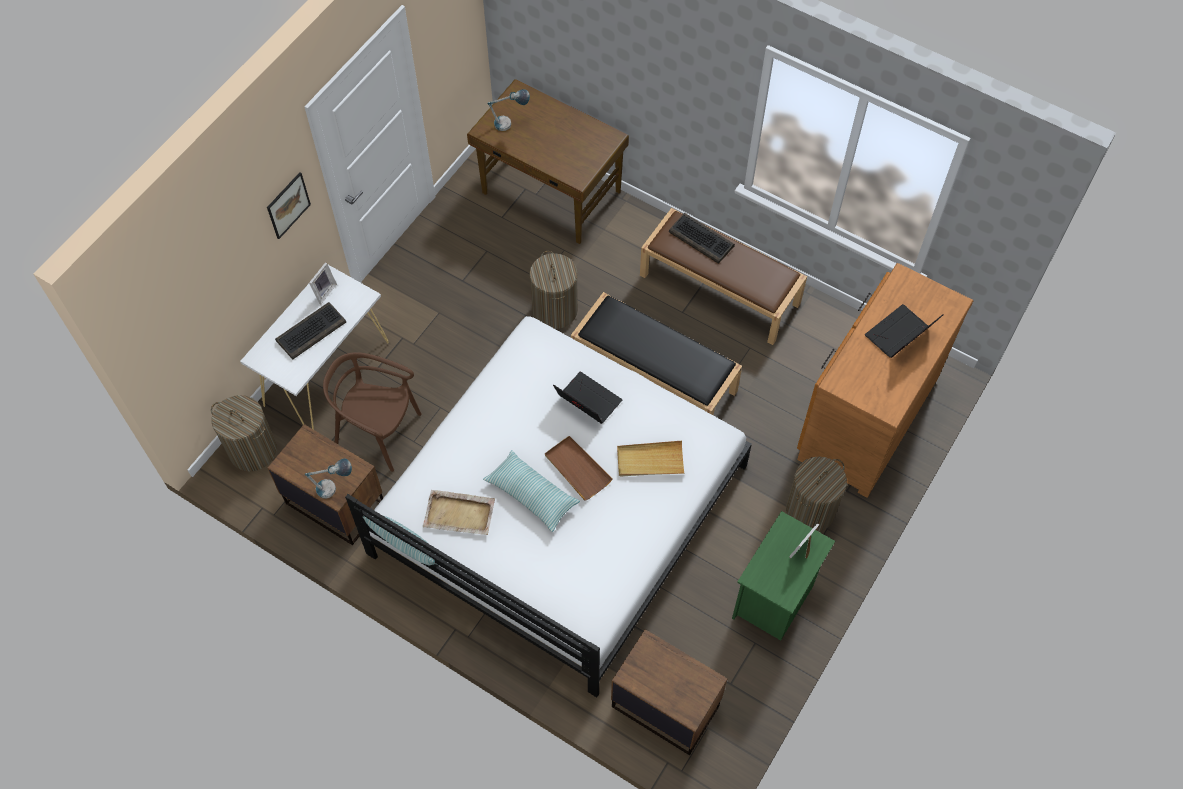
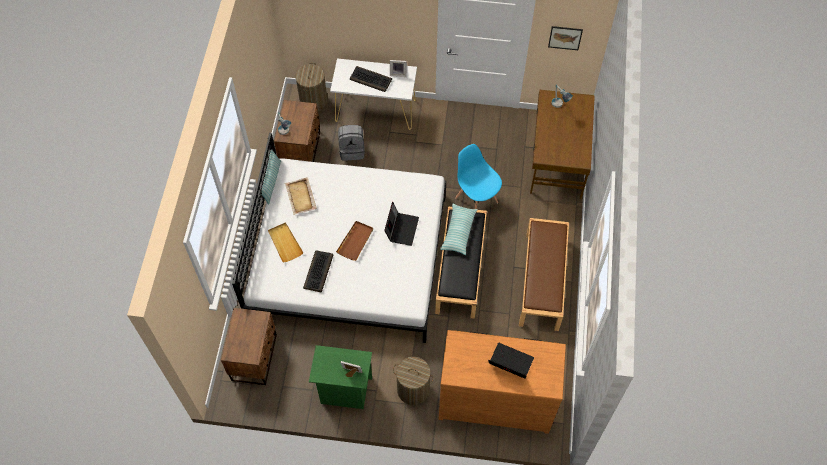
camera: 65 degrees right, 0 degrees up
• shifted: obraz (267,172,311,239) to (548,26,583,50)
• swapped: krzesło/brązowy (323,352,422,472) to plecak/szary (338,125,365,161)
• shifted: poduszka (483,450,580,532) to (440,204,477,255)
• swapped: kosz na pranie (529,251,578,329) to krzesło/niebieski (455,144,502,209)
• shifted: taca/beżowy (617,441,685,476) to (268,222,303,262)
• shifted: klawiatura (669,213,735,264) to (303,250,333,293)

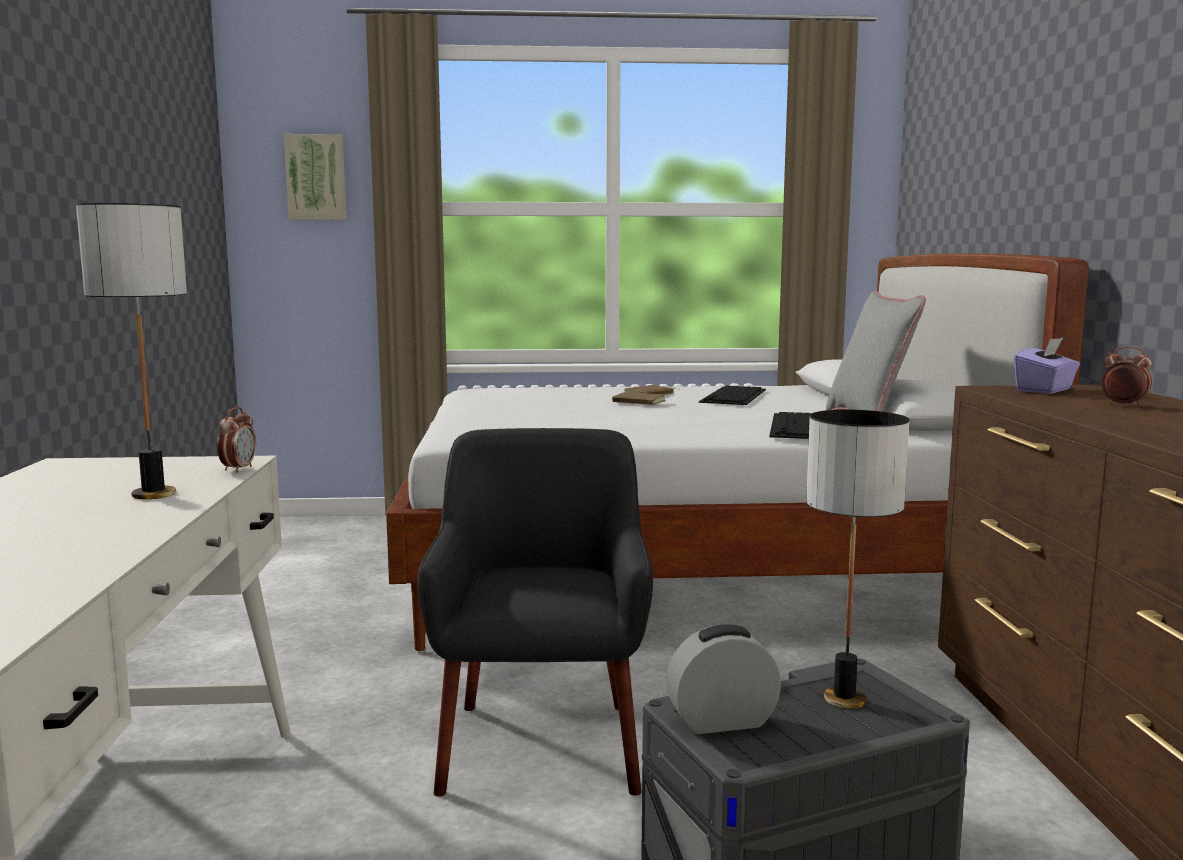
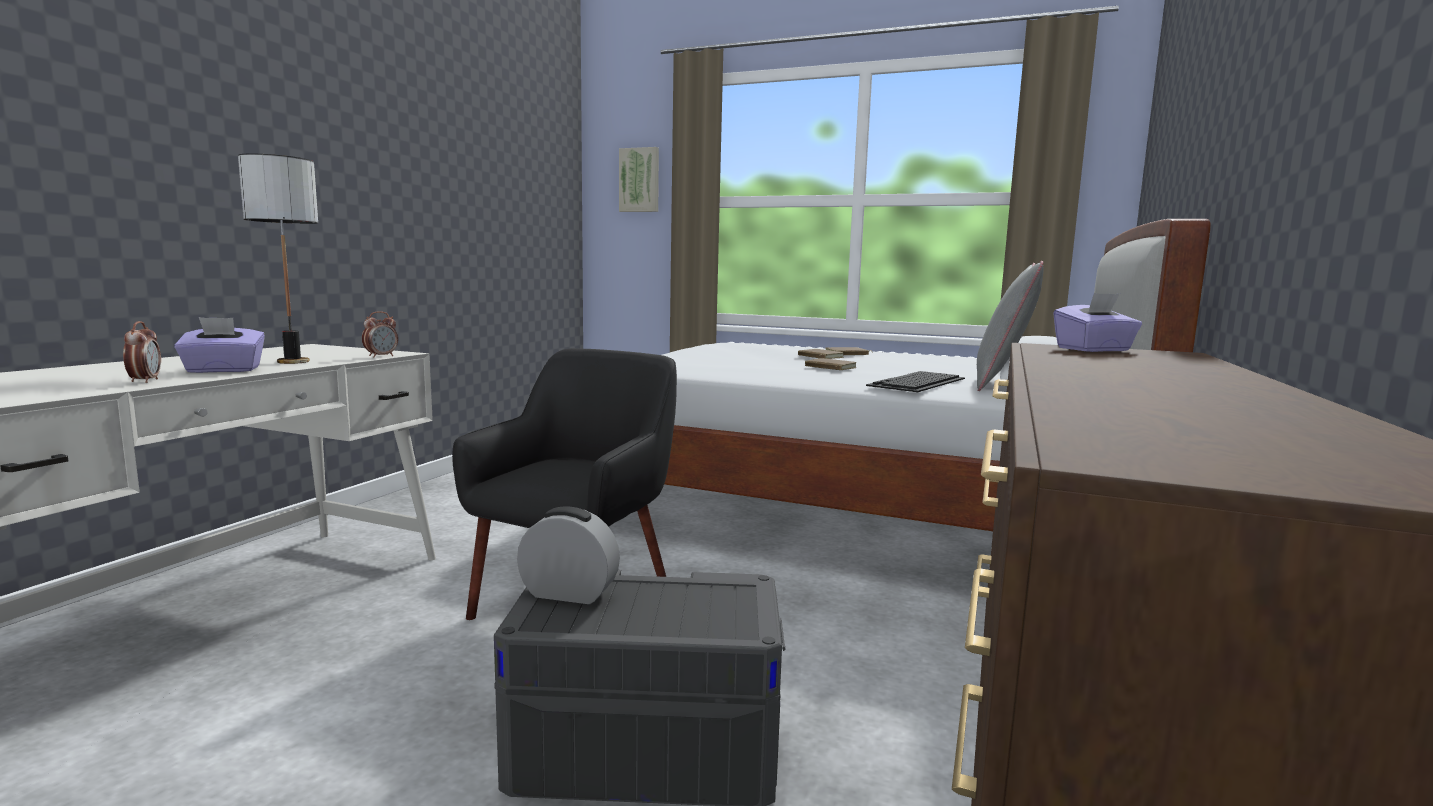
camera: 25 degrees right, 0 degrees up
• gone: klawiatura (699,386,766,405)
• gone: lampa stołowa (806,410,909,709)
• shifted: budzik (1102,346,1152,406) to (123,321,161,383)
• new: pudełko chusteczek/fioletowy (174,317,265,373)
• new: książka/brązowy (805,358,857,370)

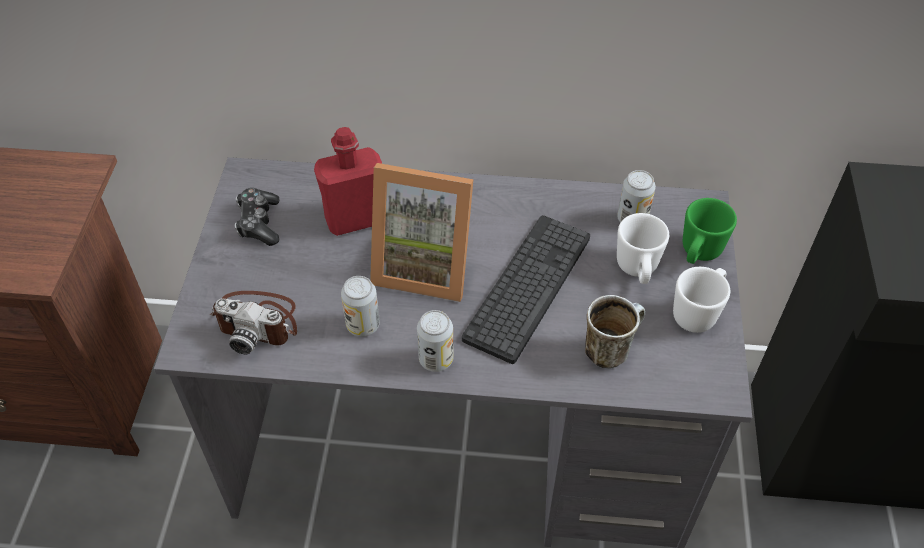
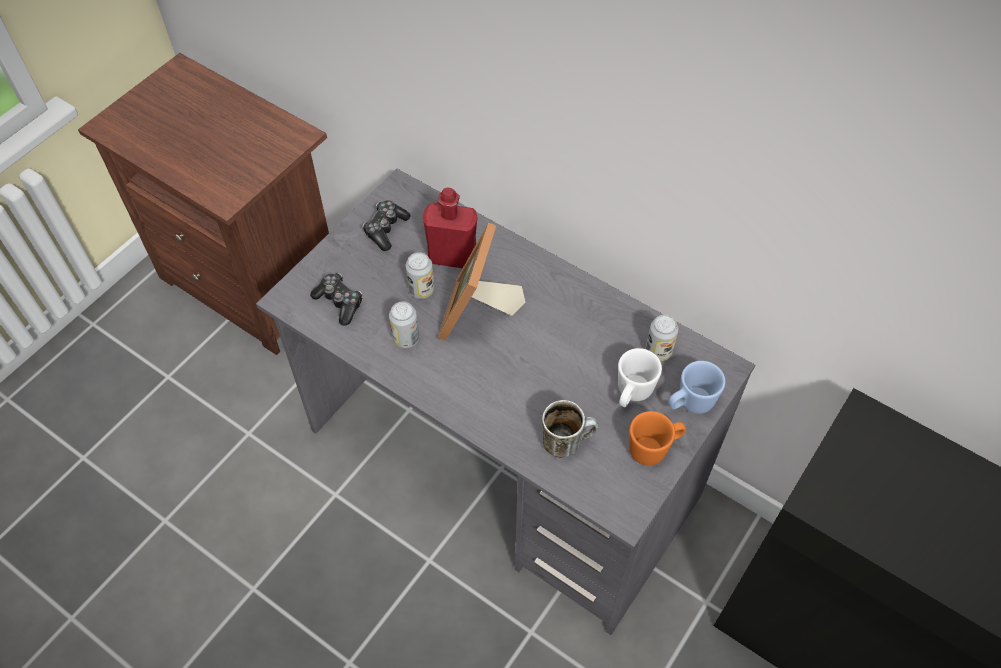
camera: 30 degrees right, 5 degrees up
• swapped: aparat fotograficzny (209,291,297,355) to pad do gier (310,273,362,326)
• rotated: ramka na zdjęcie (370,163,473,302) = (438,222,526,341) 60 degrees clockwise
• shifted: puszka (417,310,453,372) to (406,252,434,299)
• gone: klawiatura (462,215,590,364)
• repainted: kubek/biały (673,267,730,333) to kubek/pomarańczowy (629,411,686,466)
• repainted: kubek/zielony (683,198,737,264) to kubek/niebieski (668,361,726,414)

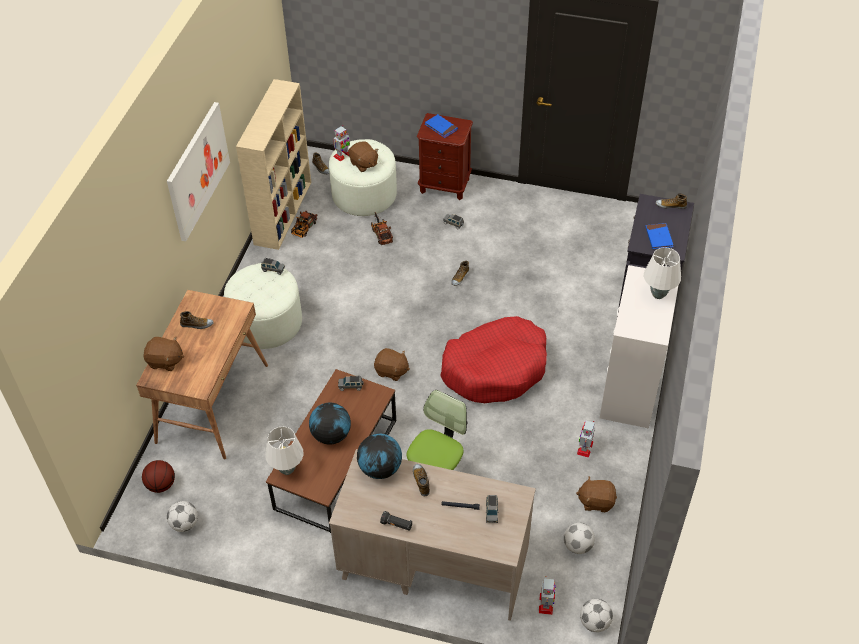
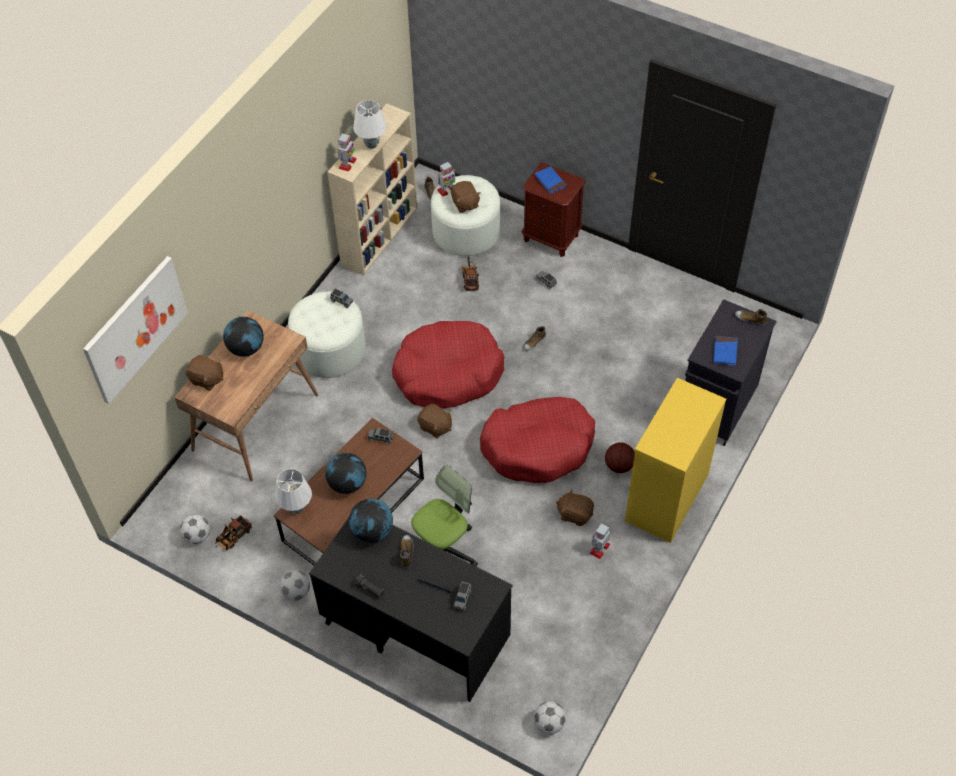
camera: 15 degrees right, 5 degrees up
• shifted: piłka do koszykówki (142,460,175,493) to (605,442,635,473)
• shifted: obraz (167,102,230,241) to (83,256,188,404)
• swapped: but (180,311,214,329) to globus (223,317,264,357)
• shifted: ciężarówka zabawkowa (291,211,317,238) to (215,515,252,551)
• repainted: biurko/beżowy (329,449,536,621) to biurko/czarny (309,518,513,702)
• shifted: robot zabawkowy (539,576,556,615) to (337,133,356,172)
• shifted: piłka futbolowa (564,522,595,554) to (280,570,310,601)
• shifted: pluszak/brązowy (576,476,617,512) to (556,489,594,526)
• repainted: komoda/biały (599,265,678,429) to komoda/żółty (625,378,726,543)
• shifted: lampa stołowa/biały (644,247,681,299) to (353,100,387,149)
• new: legowisko/czerwony (392,321,504,409)

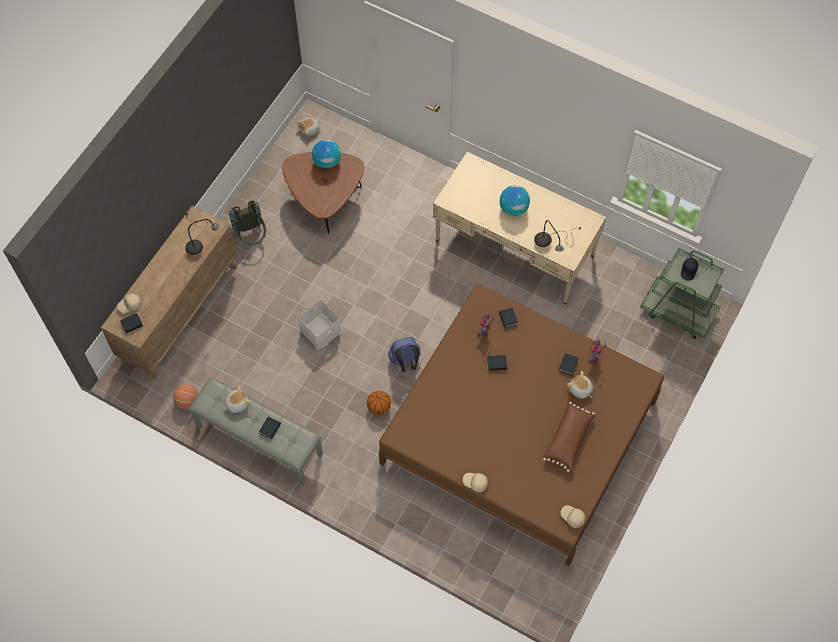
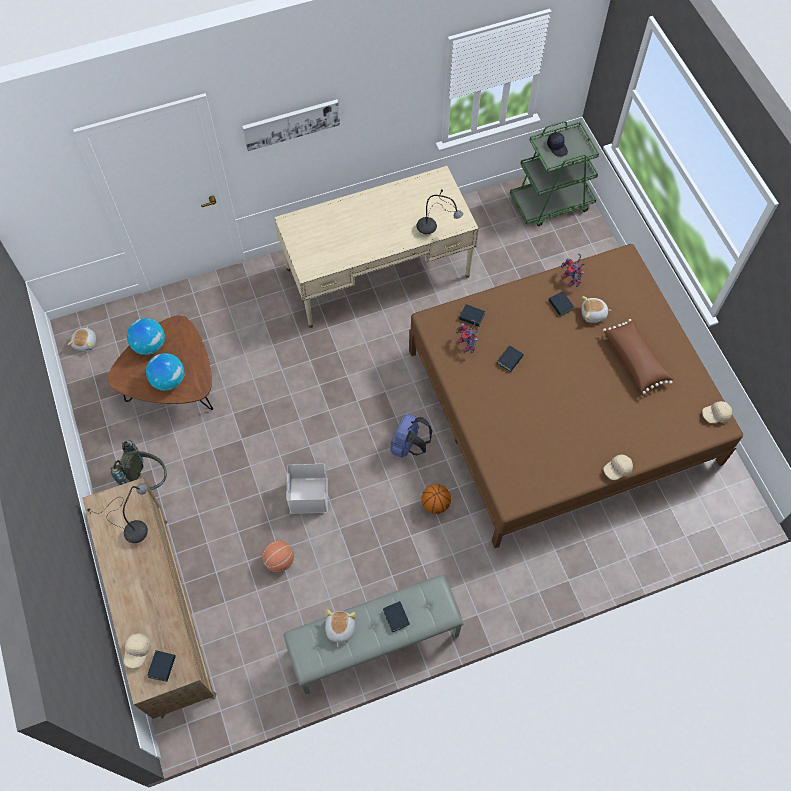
camera: 50 degrees left, 0 degrees up
• shifted: piłka do koszykówki (173,384,198,409) to (262,540,294,573)
• shifted: globus (500,185,530,216) to (146,353,185,391)
• new: obraz (242,99,340,151)

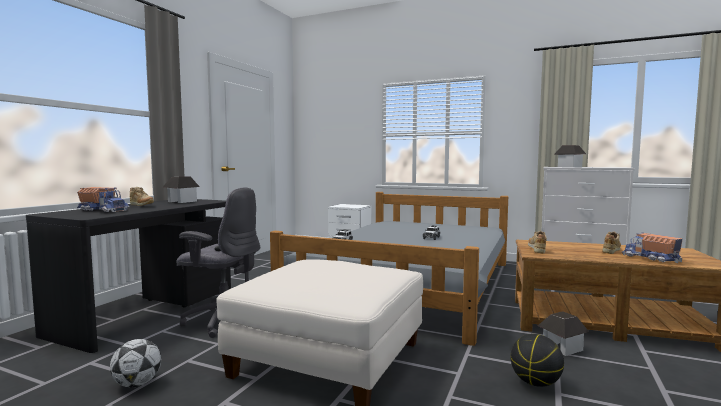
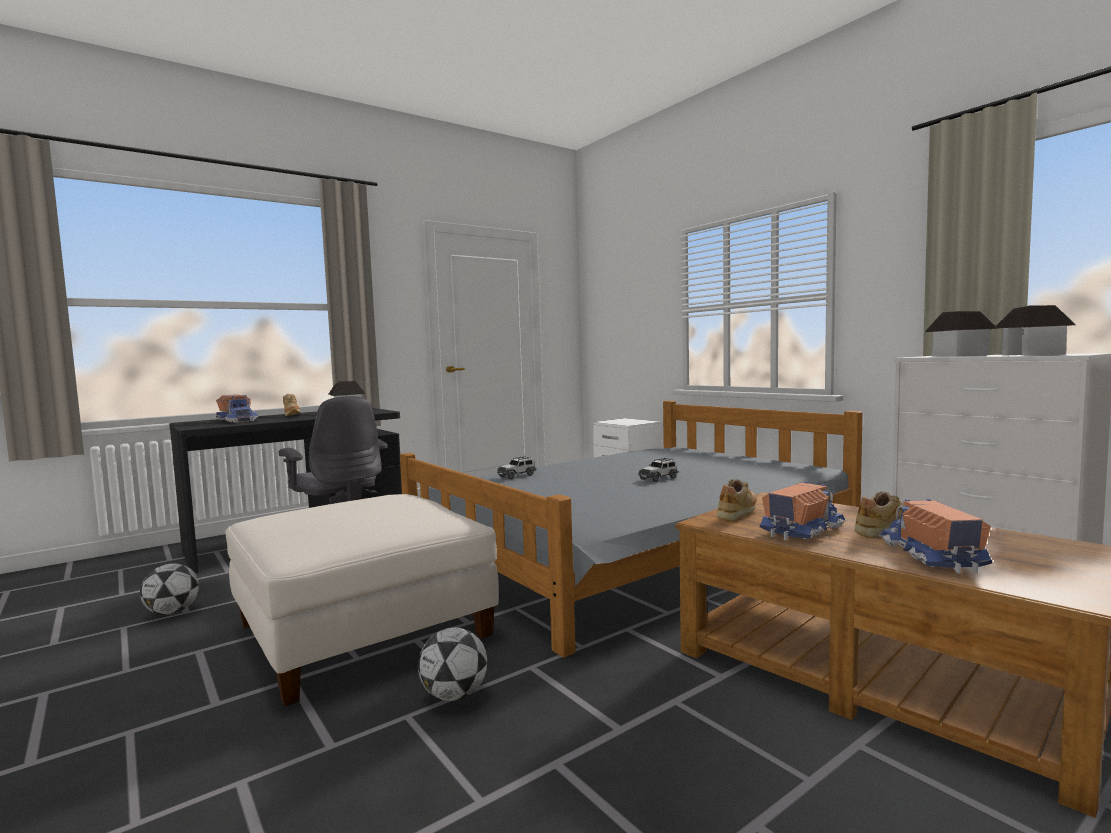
camera: 30 degrees right, 0 degrees up
• gone: piłka do koszykówki (510,334,564,387)
• shifted: domek (538,311,589,356) to (994,305,1076,356)
• new: piłka futbolowa (418,627,487,701)
• new: ciężarówka zabawkowa (760,482,846,540)

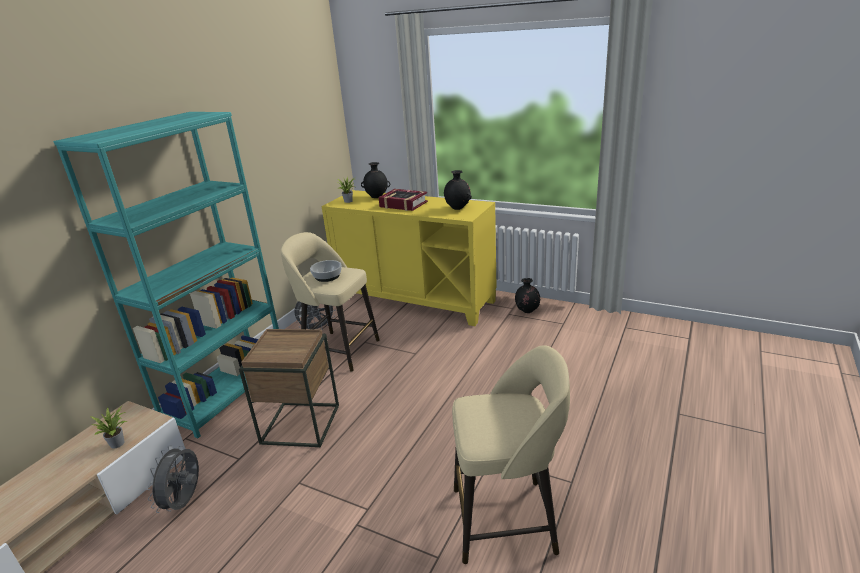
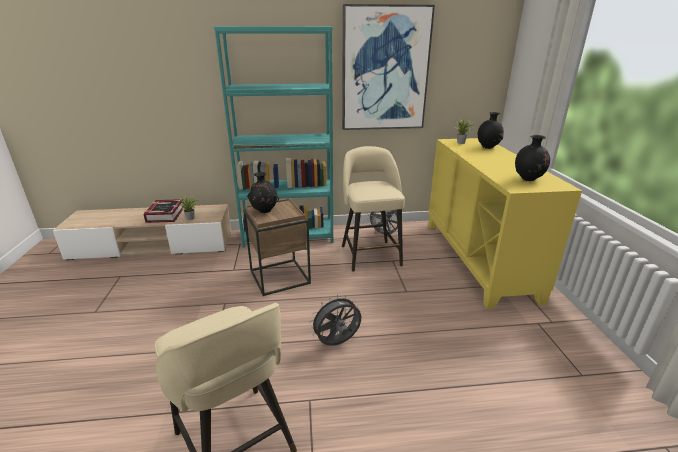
camera: 55 degrees right, 0 degrees up
• shifted: wentylator/szary (147,445,199,513) to (309,295,361,346)
• gone: miska (310,260,342,282)
• shifted: książka (378,189,428,211) to (143,199,184,223)
• shifted: wazon/czarny (515,278,540,313) to (247,172,279,213)
• new: obraz (342,4,435,130)

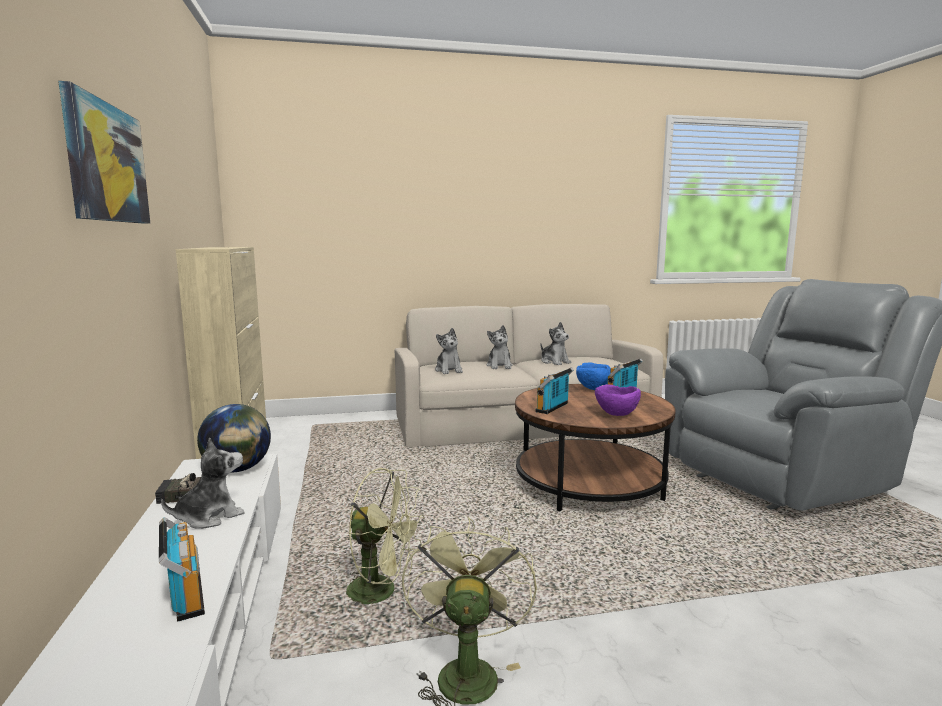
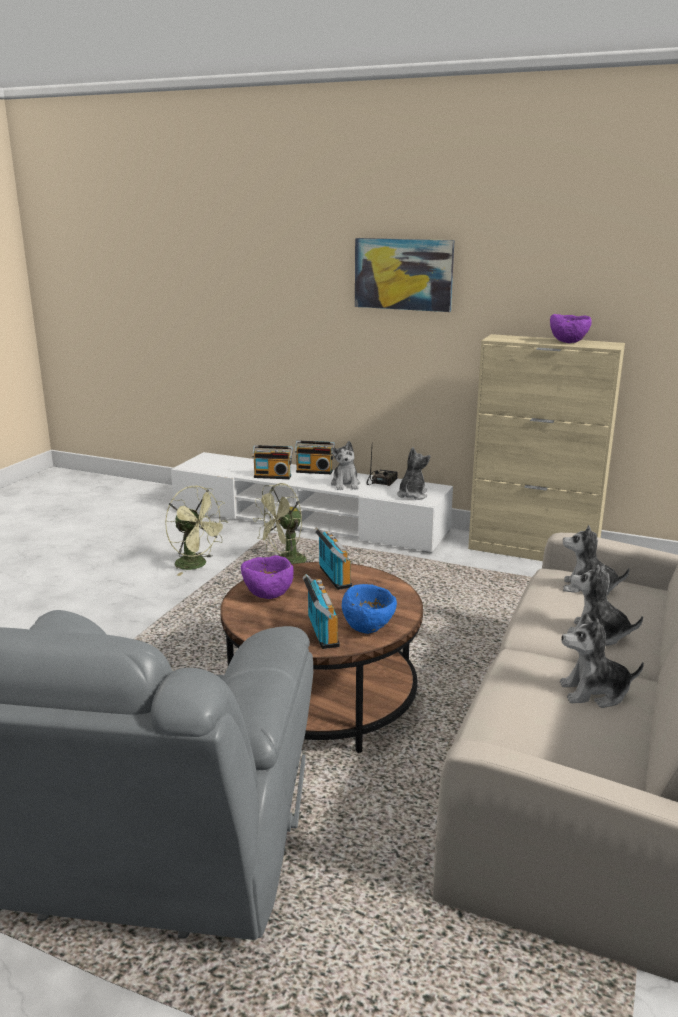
camera: 125 degrees right, 10 degrees up
• swapped: globus (197,404,271,472) to pluszak (397,447,431,500)
• new: radio (295,440,335,474)
• new: miska/fioletowy (550,314,592,343)

